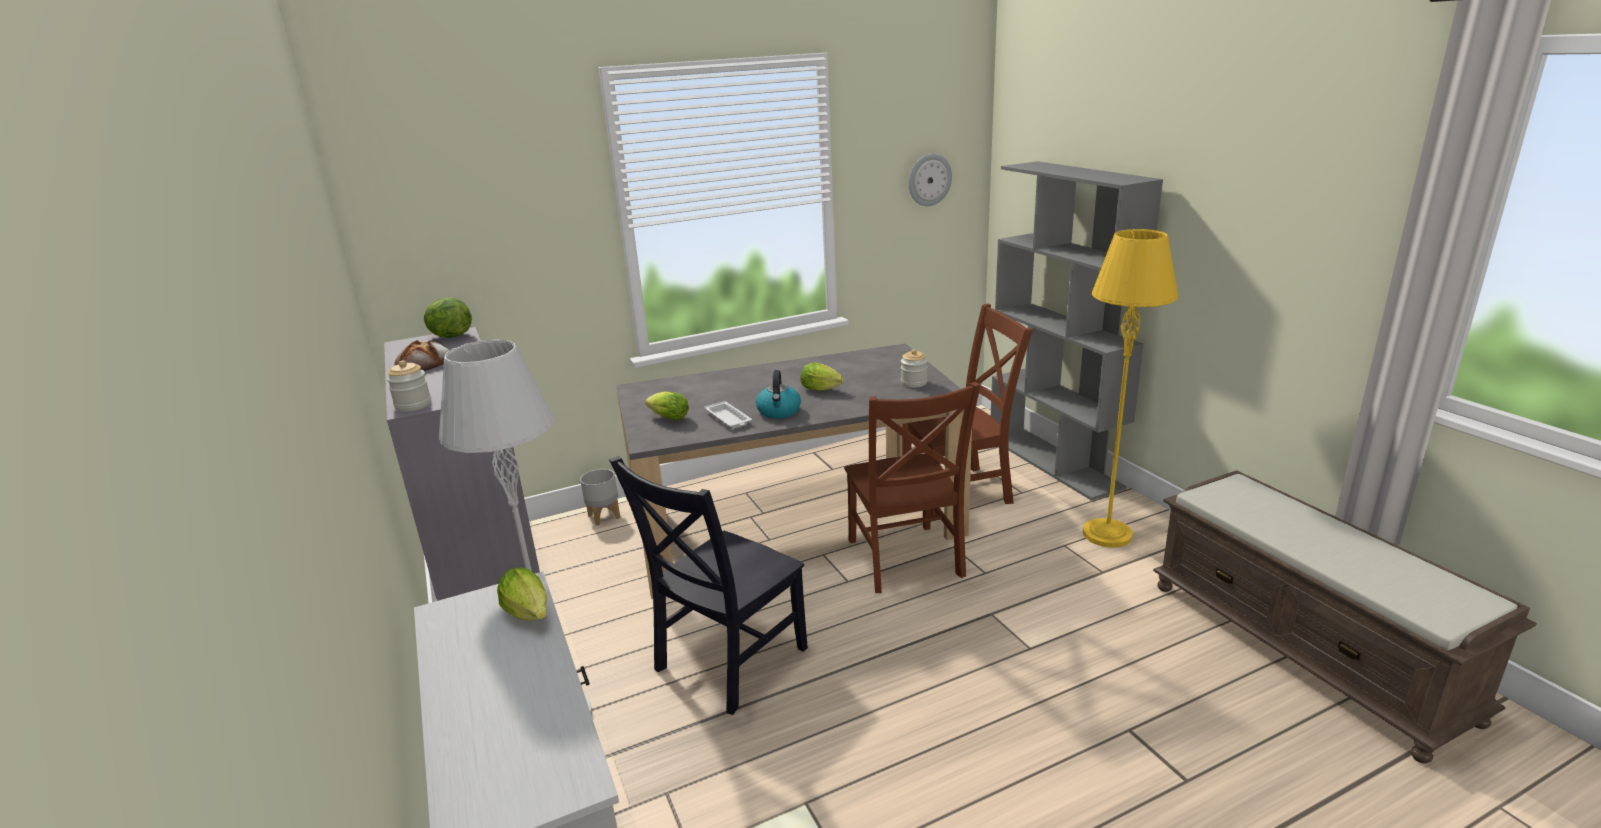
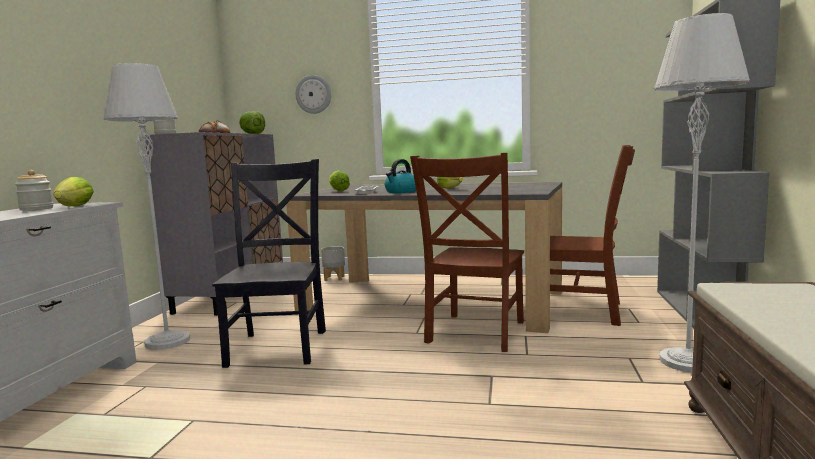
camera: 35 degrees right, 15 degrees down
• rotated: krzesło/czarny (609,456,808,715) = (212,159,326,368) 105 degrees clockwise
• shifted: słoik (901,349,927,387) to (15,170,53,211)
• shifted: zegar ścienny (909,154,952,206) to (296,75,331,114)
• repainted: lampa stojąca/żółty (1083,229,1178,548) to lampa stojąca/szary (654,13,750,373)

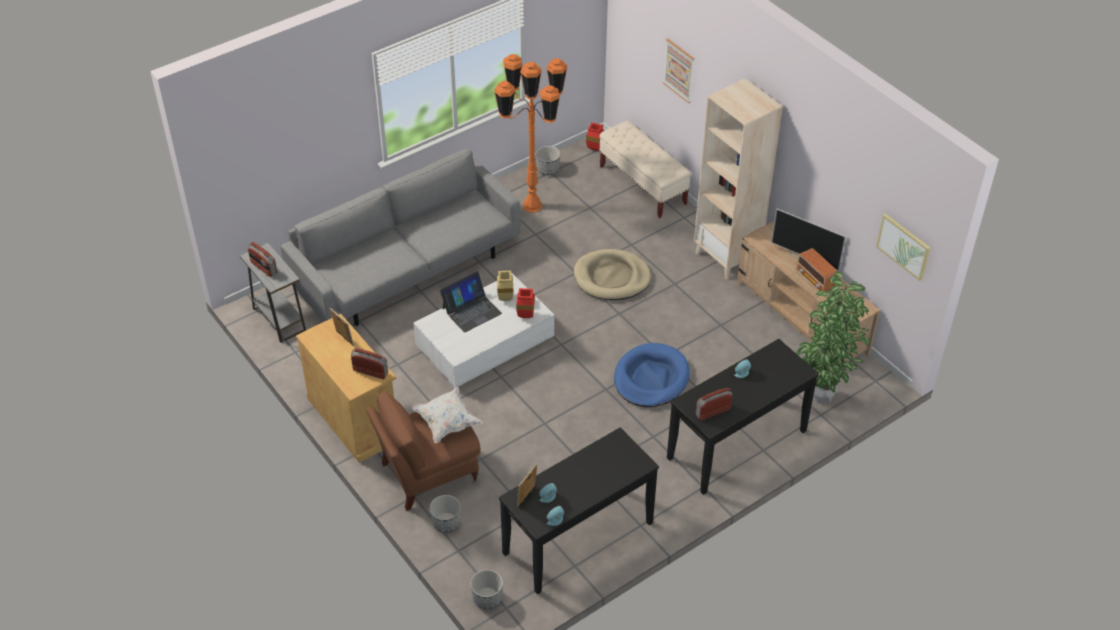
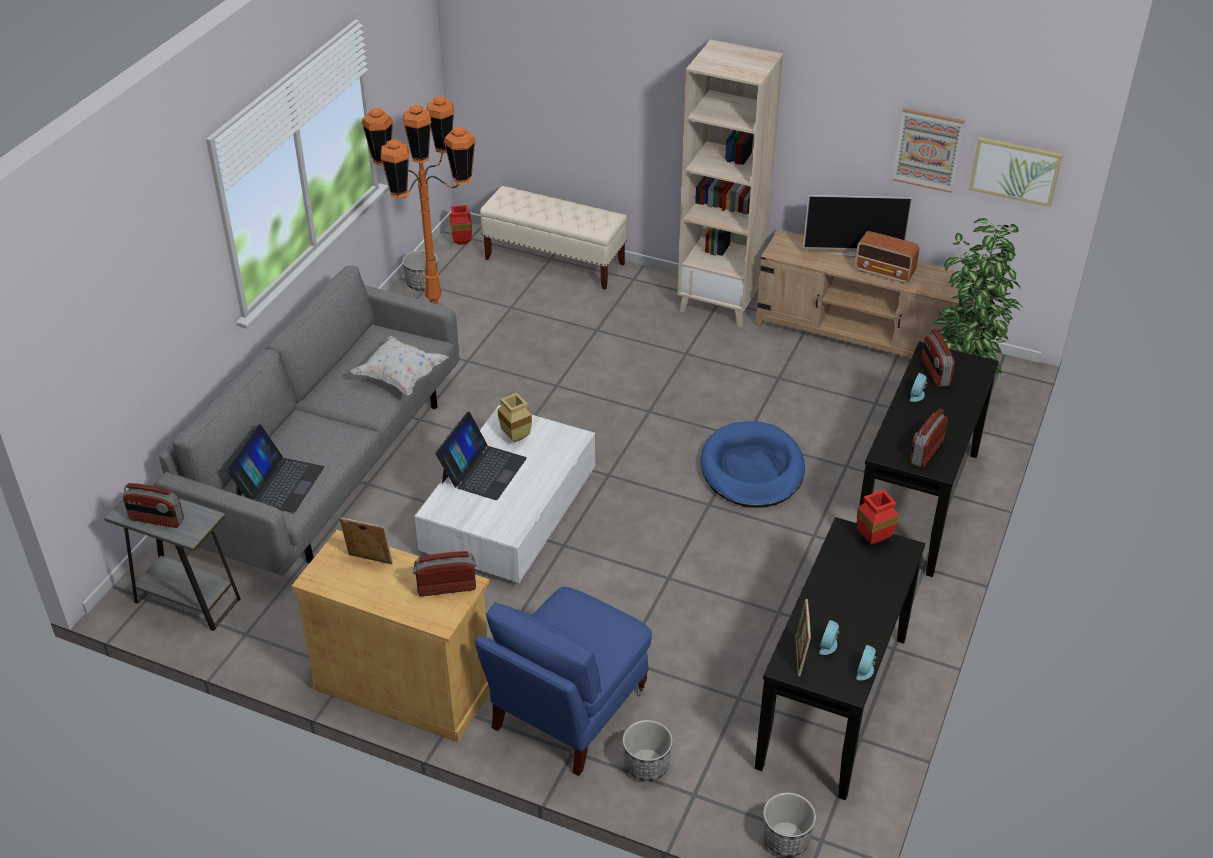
camera: 30 degrees left, 5 degrees down
• repainted: fotel/brązowy (367,391,481,511) to fotel/niebieski (475,587,652,776)
• shifted: poduszka/biały (412,387,483,443) to (351,336,449,395)
• shifted: wazon/czerwony (516,288,535,318) to (857,489,899,545)
• gone: legowisko/beżowy (574,249,651,300)
• shifted: obraz (663,39,694,103) to (893,108,965,193)
• new: laptop (226,424,324,513)
• new: radio (922,329,955,387)

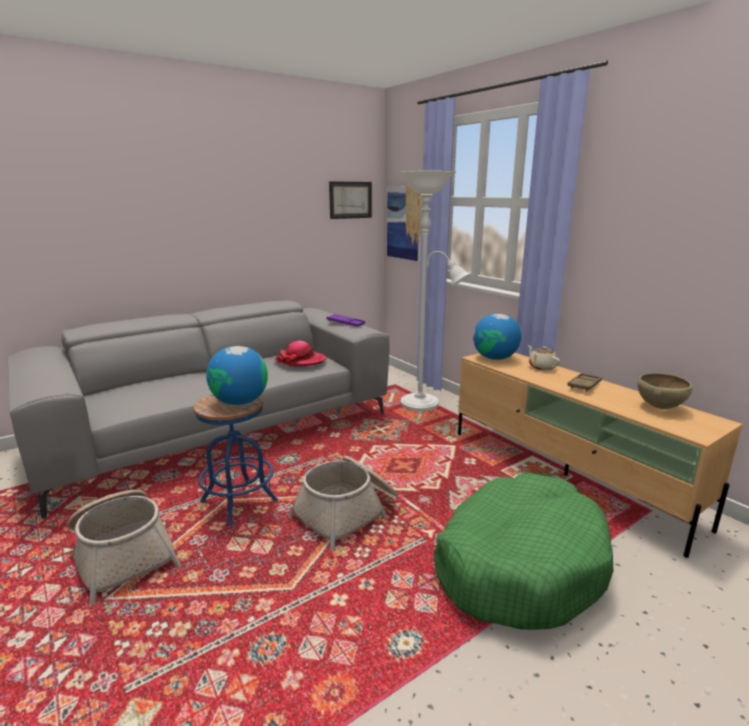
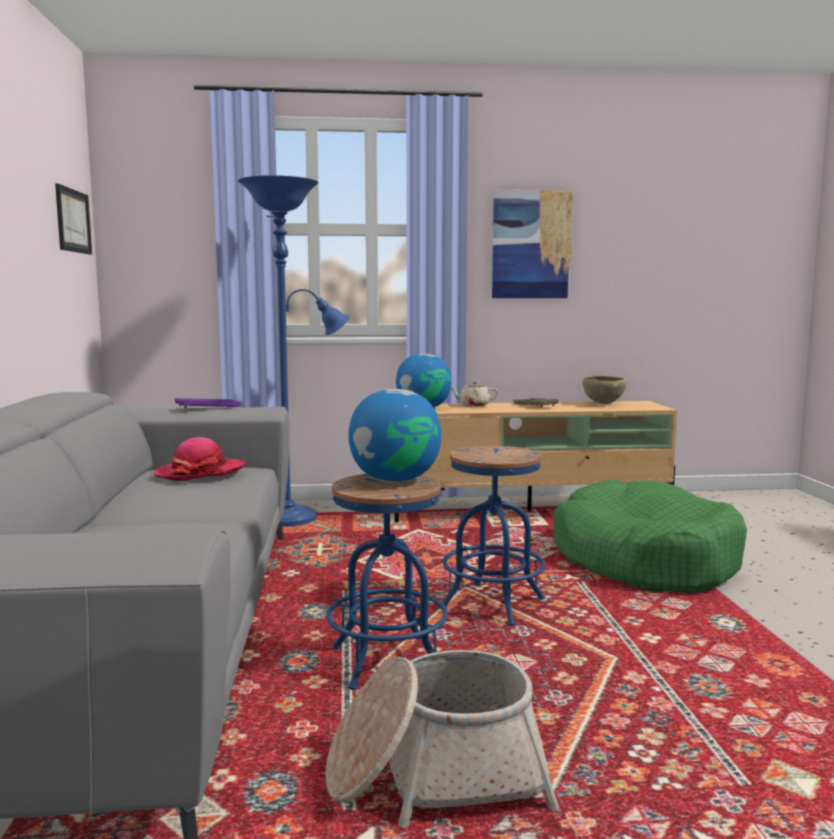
camera: 60 degrees left, 10 degrees down
• swapped: koszyk (288,456,398,551) to stołek/niebieski (439,446,545,626)
• shifted: obraz (387,186,422,261) to (492,190,573,298)
• repainted: lampa stojąca/biały (399,171,471,411) to lampa stojąca/niebieski (238,175,350,527)

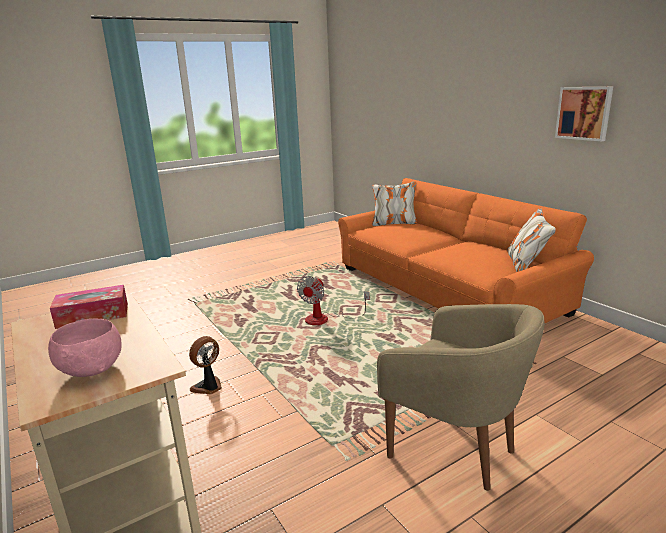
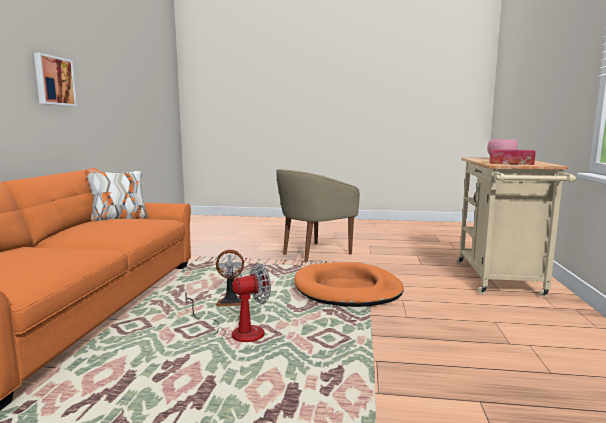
camera: 140 degrees left, 10 degrees down
• shifted: wentylator (189,336,222,394) to (216,250,244,307)
• rotated: fotel/beżowy (377,304,545,491) = (276,169,360,262) 120 degrees counterclockwise
• new: legowisko/pomarańczowy (294,262,404,307)

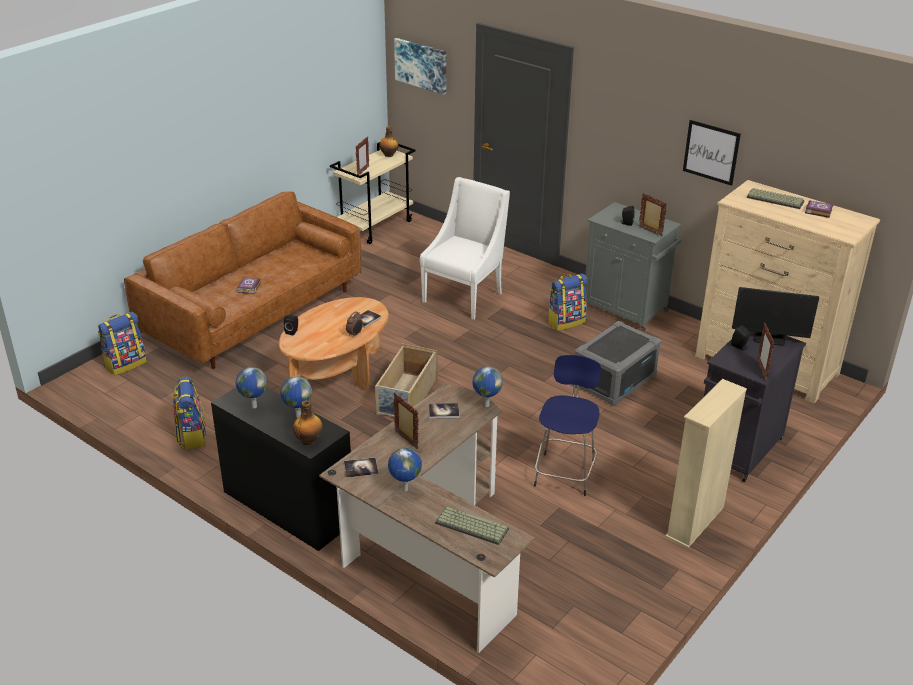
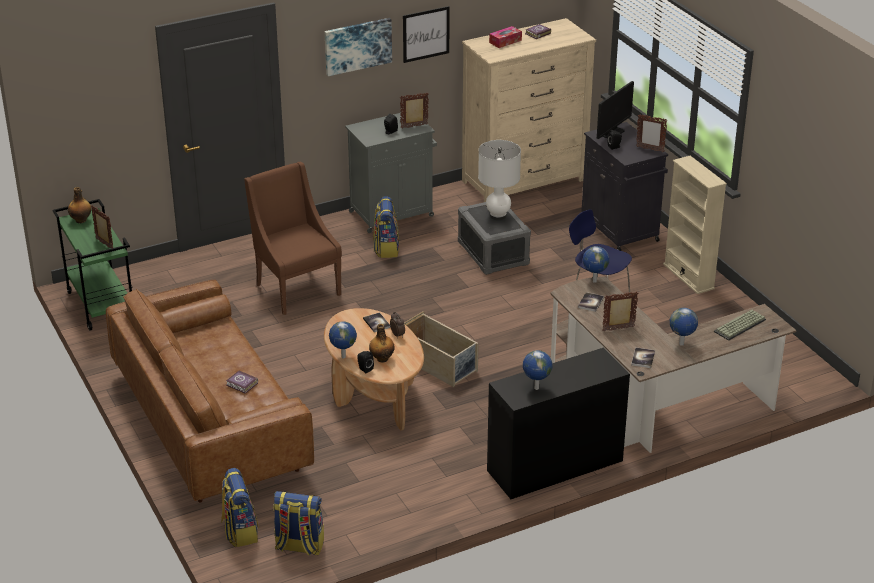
camera: 65 degrees left, 0 degrees up
• shifted: plecak (173,376,206,449) to (273,491,324,556)
• shifted: globus (280,376,312,418) to (329,321,357,359)
• shifted: butelka (293,400,323,445) to (369,324,395,363)
• repainted: wózek/beżowy (330,142,415,244) to wózek/zielony (53,199,132,331)
• shifted: obraz (394,38,446,95) to (325,18,392,76)
• repainted: fotel/biały (420,177,510,320) to fotel/brązowy (244,162,342,315)
• swapped: klawiatura (747,188,805,209) to pudełko chusteczek (489,26,522,48)
• new: lampa stołowa/biały (478,140,521,220)

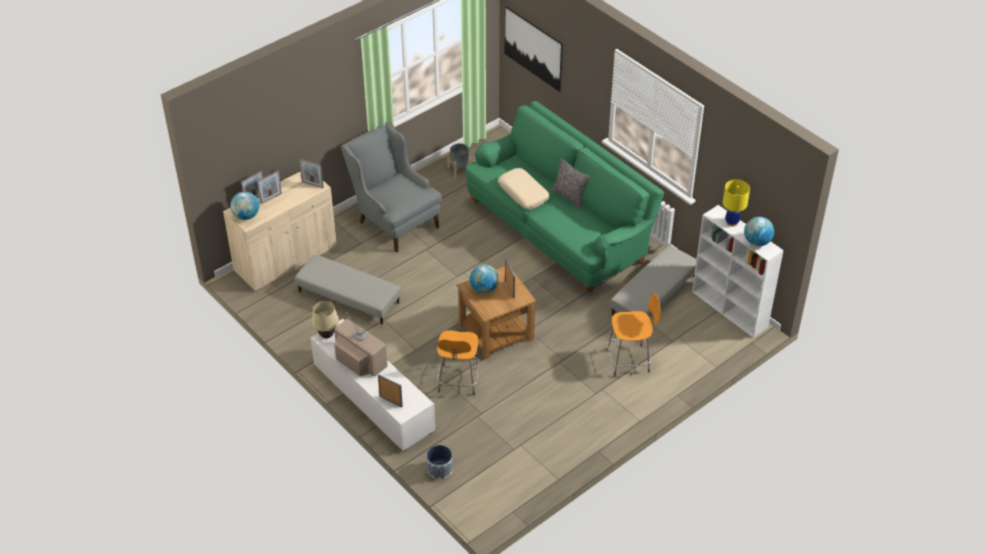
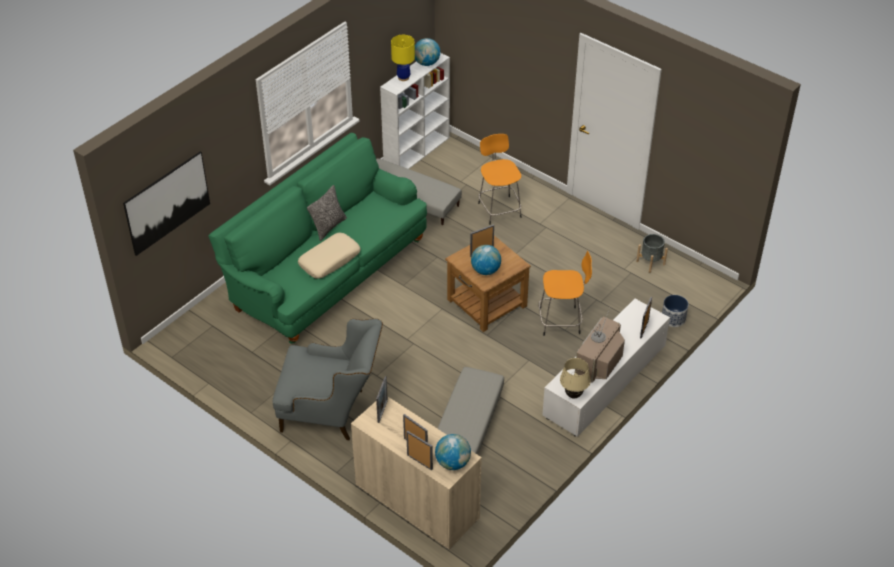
camera: 100 degrees left, 0 degrees up
• rotated: fotel/szary (341,122,442,253) = (273,318,383,440) 120 degrees counterclockwise
• shifted: donica/szary (447,143,472,178) to (636,234,668,273)

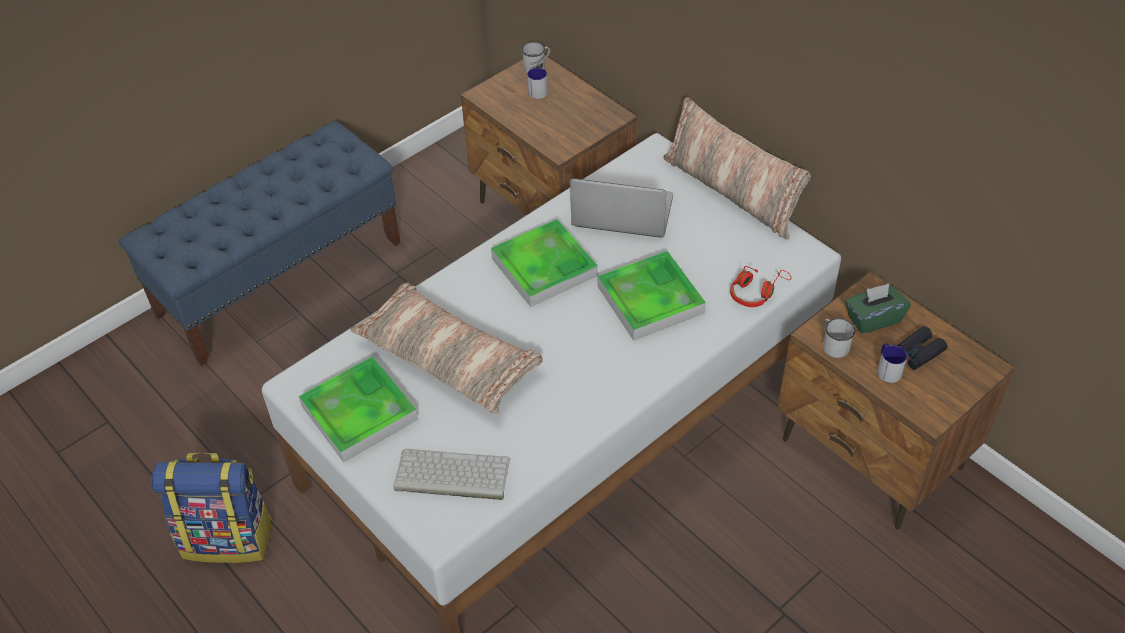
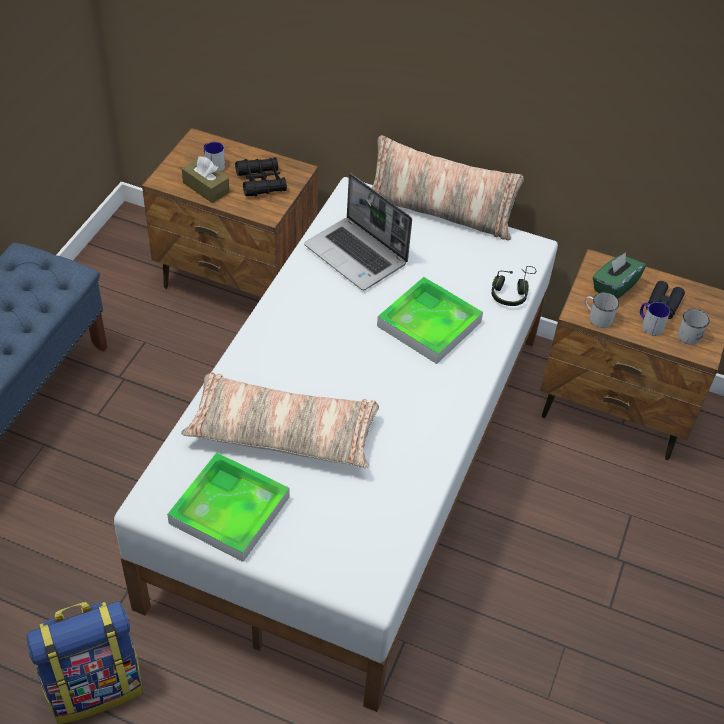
camera: 30 degrees left, 0 degrees up
• gone: klawiatura (393,449,510,500)
• gone: taca (491,219,598,307)
• shifted: kubek/biały (521,42,550,73) to (678,309,710,345)
• rotated: laptop (570,178,673,237) = (304,173,412,290) 120 degrees counterclockwise
• repainted: słuchawki/czerwony (730,266,791,307) to słuchawki/czarny (491,266,536,306)
• new: pudełko chusteczek/brązowy (182,156,230,203)
• new: lornetka/czarny (235,157,287,197)

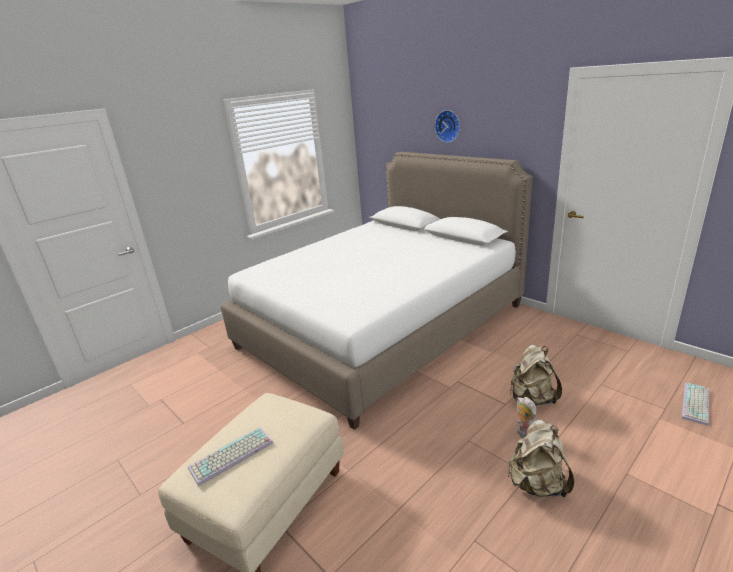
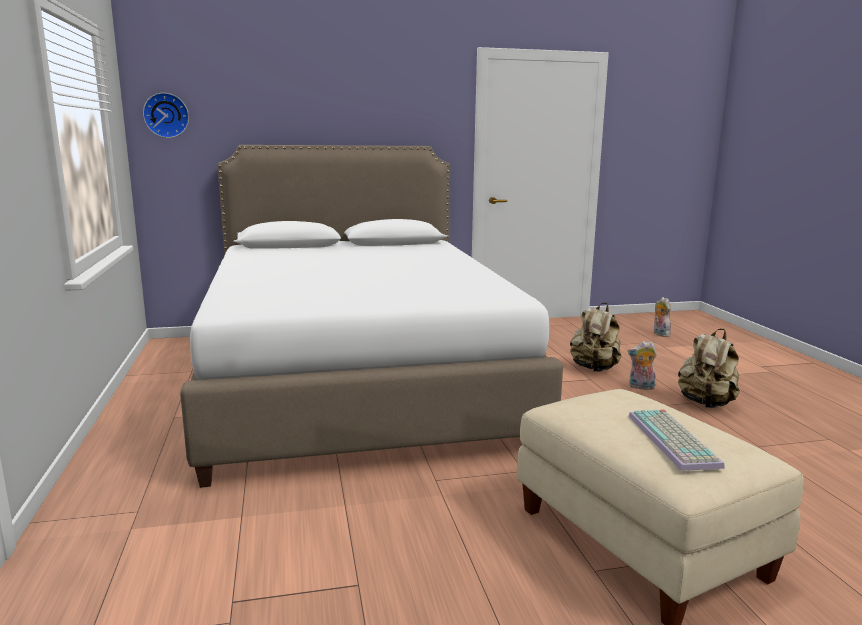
camera: 60 degrees left, 10 degrees down
• shifted: zegar ścienny (435,110,460,143) to (143,93,189,138)
• swapped: klawiatura (682,383,709,426) to pluszak (654,297,671,337)

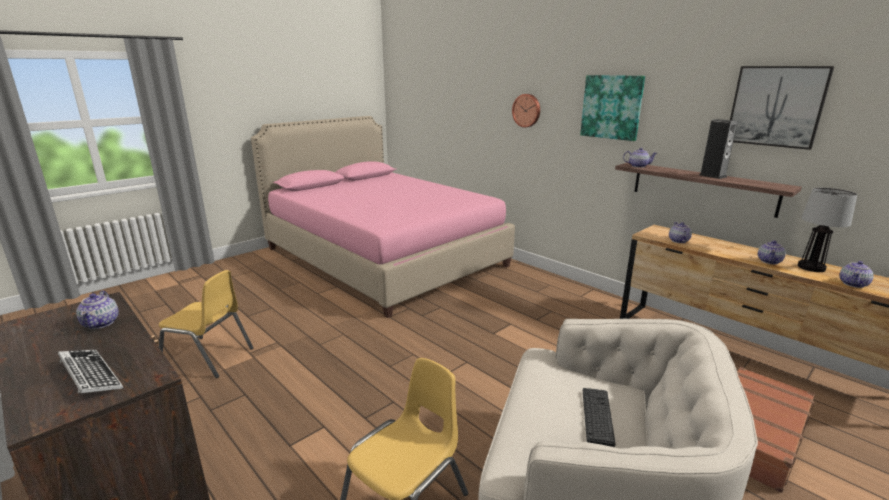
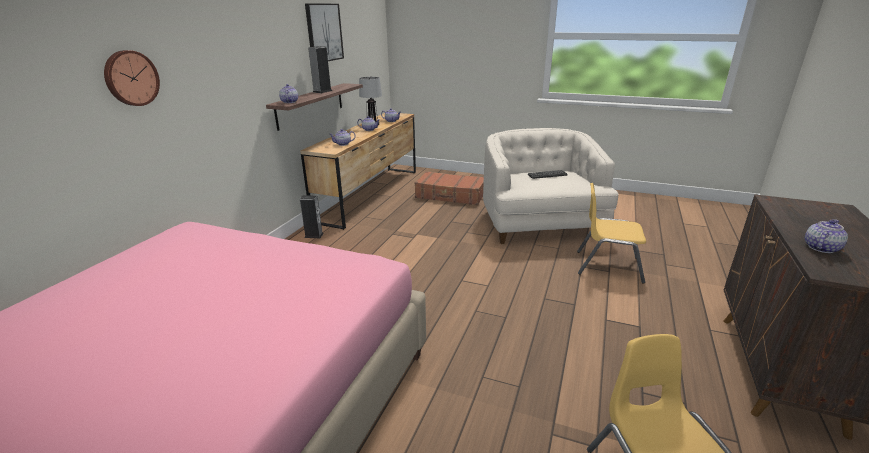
camera: 115 degrees left, 5 degrees up
• gone: klawiatura (58,350,124,394)
• gone: obraz (580,75,645,141)
• new: głośnik (300,195,324,238)

